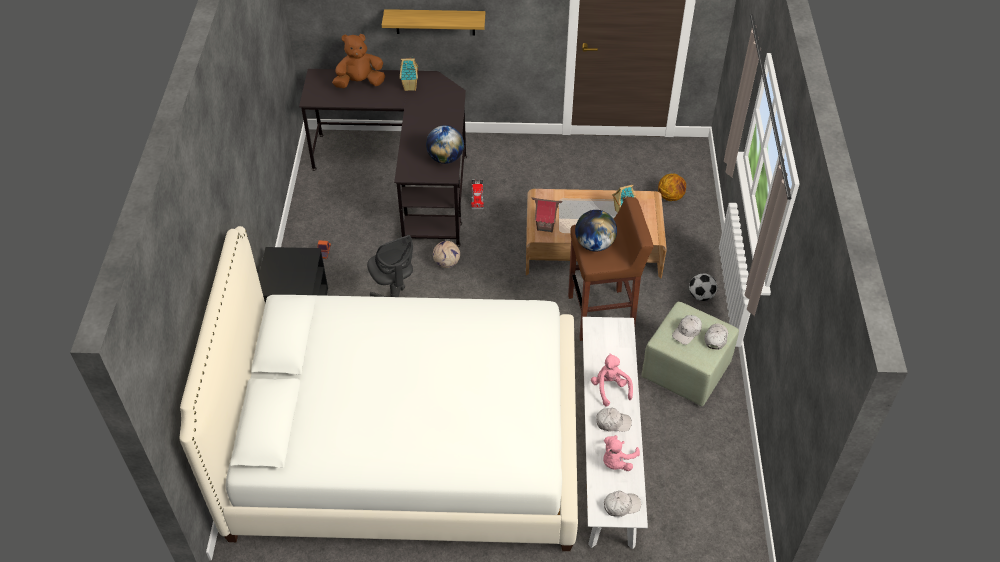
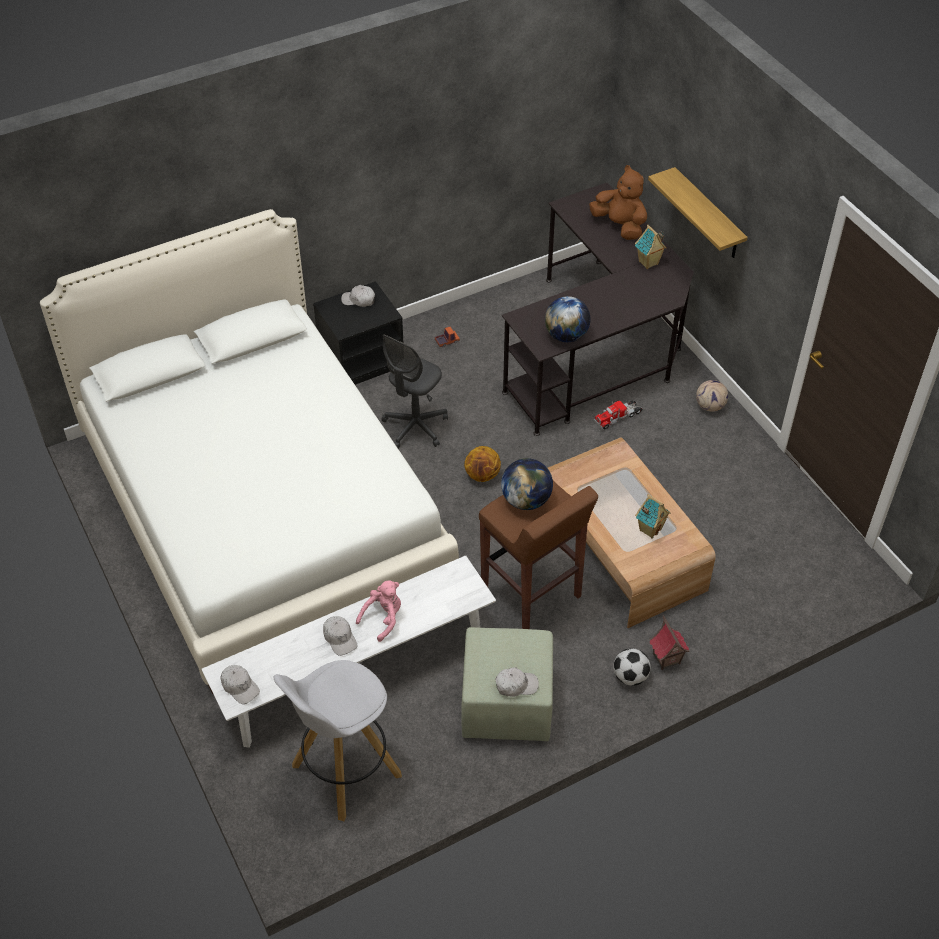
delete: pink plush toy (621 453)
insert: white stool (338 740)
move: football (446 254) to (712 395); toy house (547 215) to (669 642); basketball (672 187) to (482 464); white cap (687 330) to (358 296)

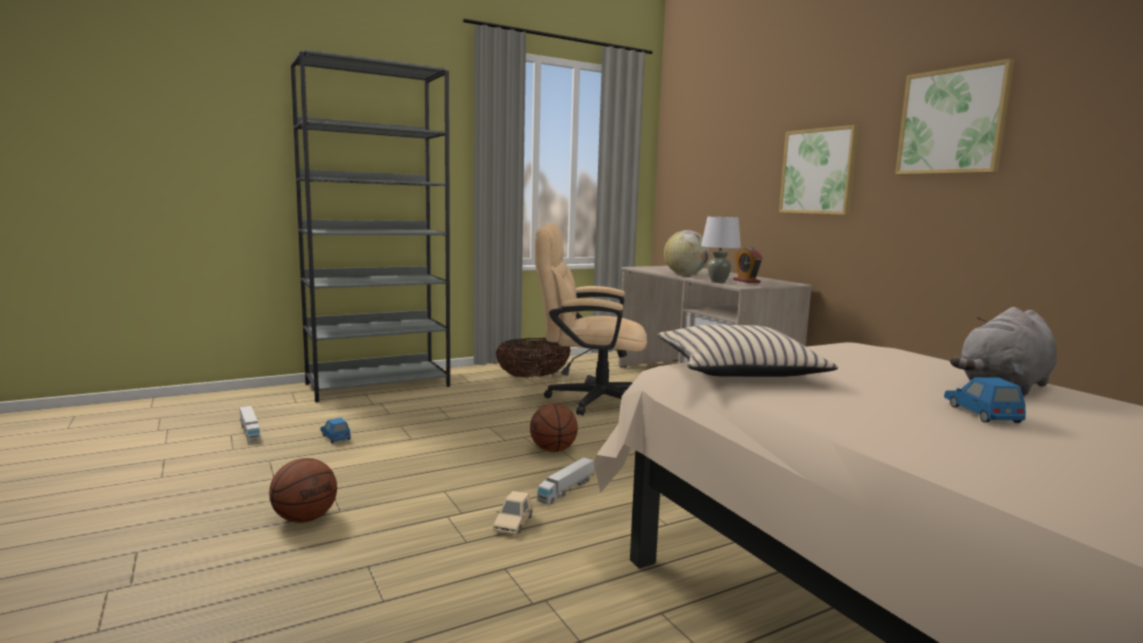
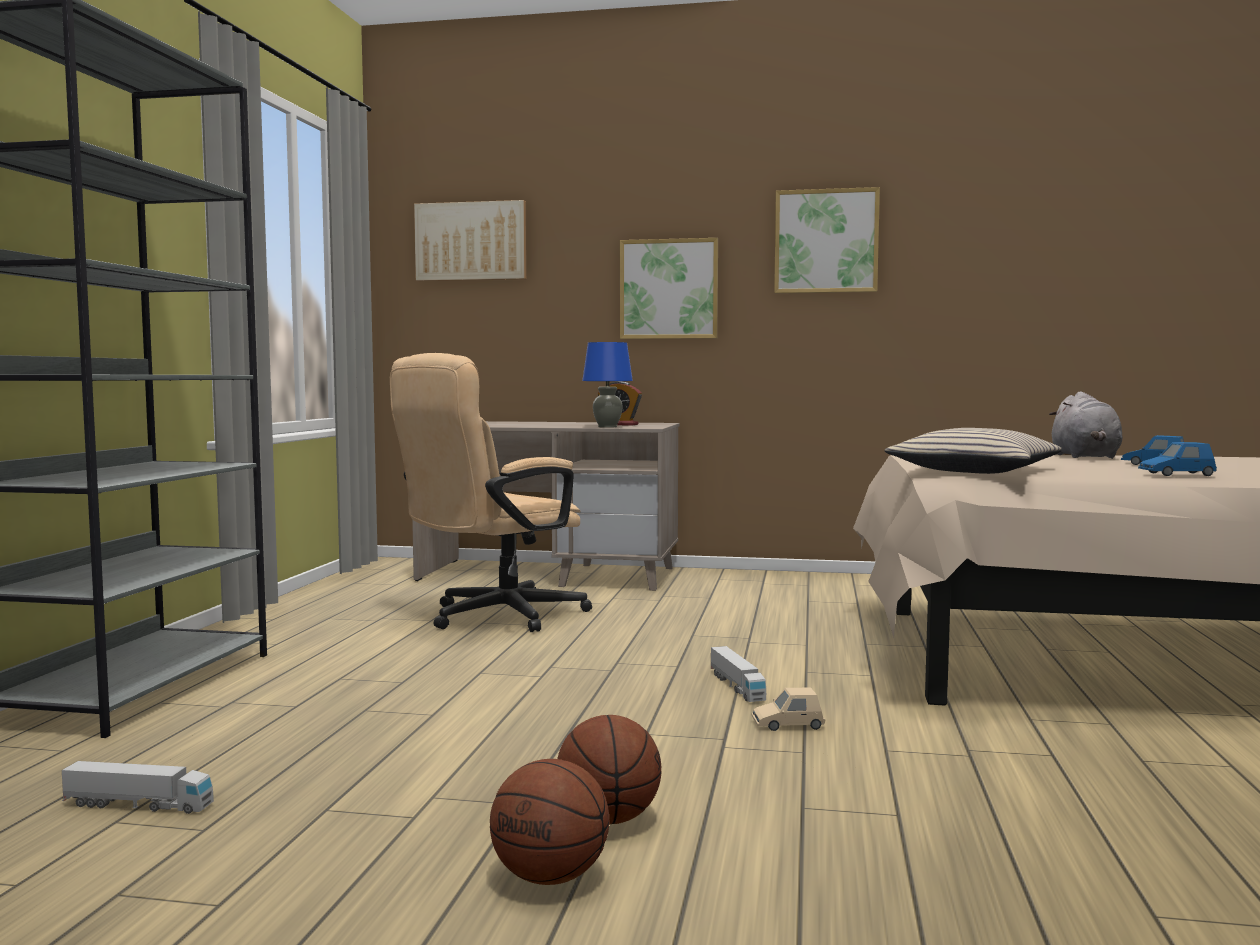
delete: basket (533 358); globe (686 252)
insert: picture (470 240)
move: blue toy car (335 430) to (1177 459); basketball (554 428) to (549 822)
recolor: grey table lamp (721 250) to blue table lamp (607 385)
rotate: beige toy car (513 512) = (788 709) 120 degrees clockwise

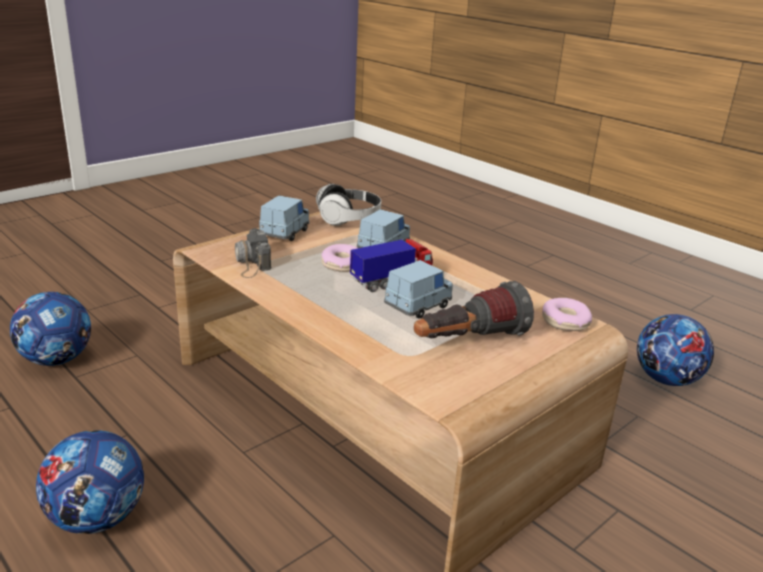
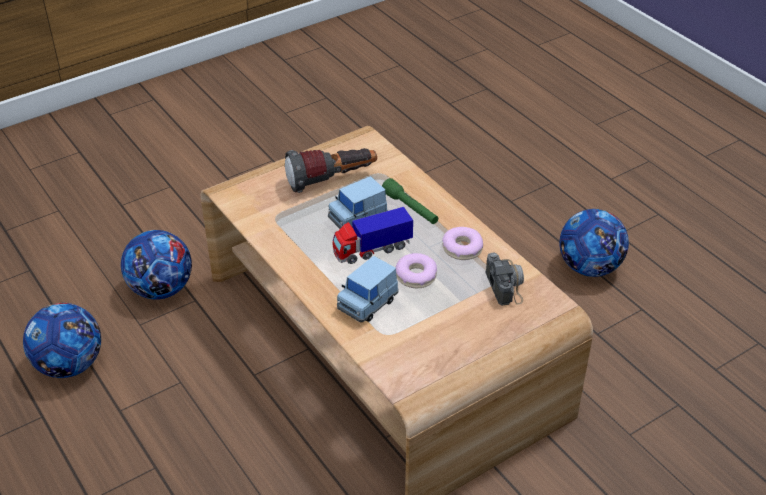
delete: blue toy car (284 218); headphones (348 205)
insert: green flashlight (410 201)
move: football (50 329) to (156 264); donut (567 314) to (462 243)

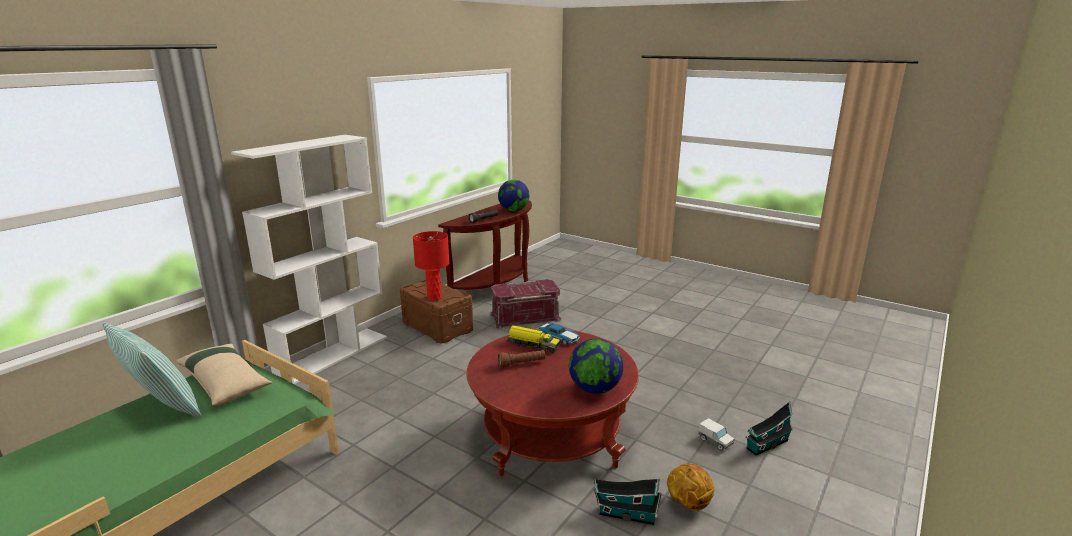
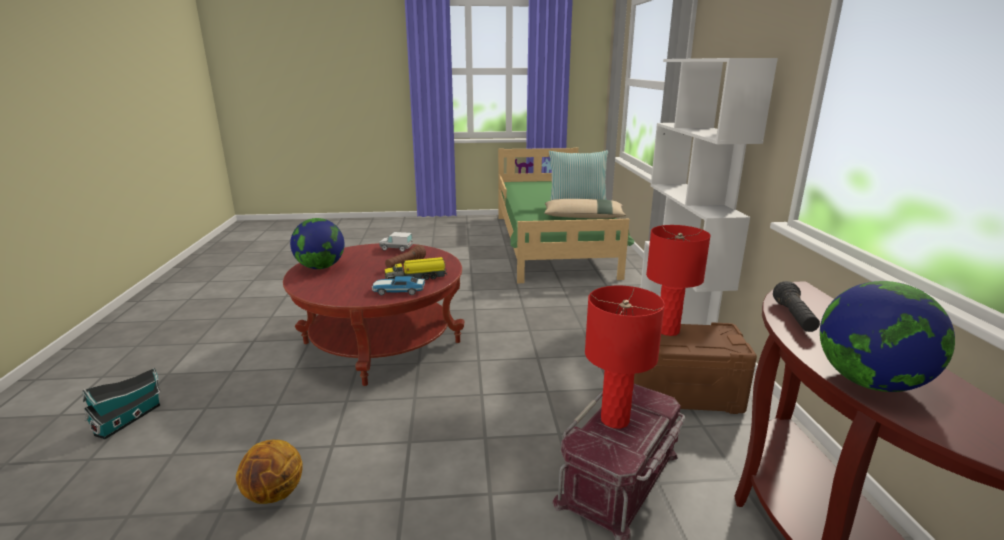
delete: toy house (627 501)
insert: red table lamp (625 357)
move: basketball (690 487) to (269 472); toy truck (716 434) to (395 242)

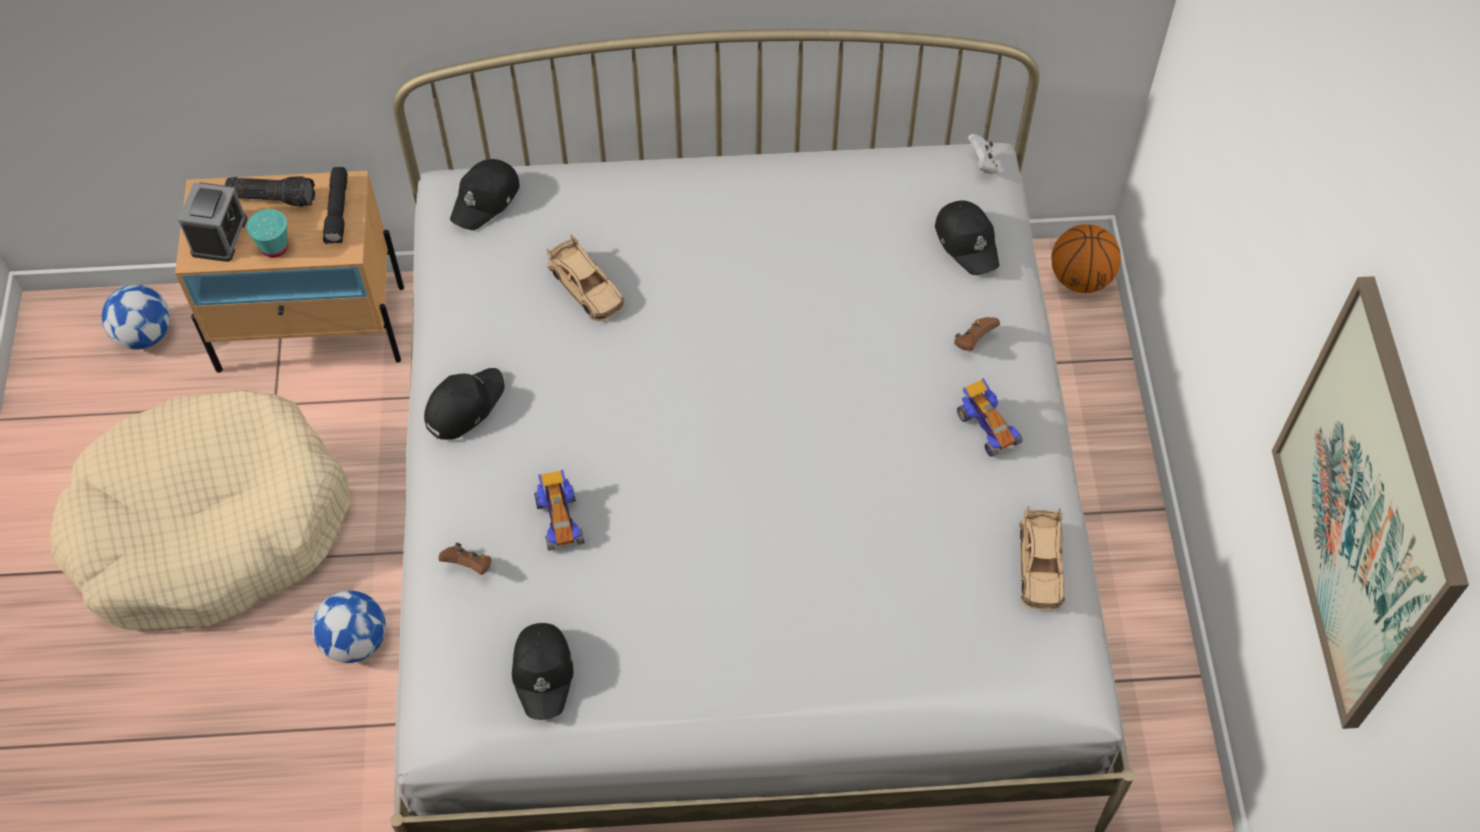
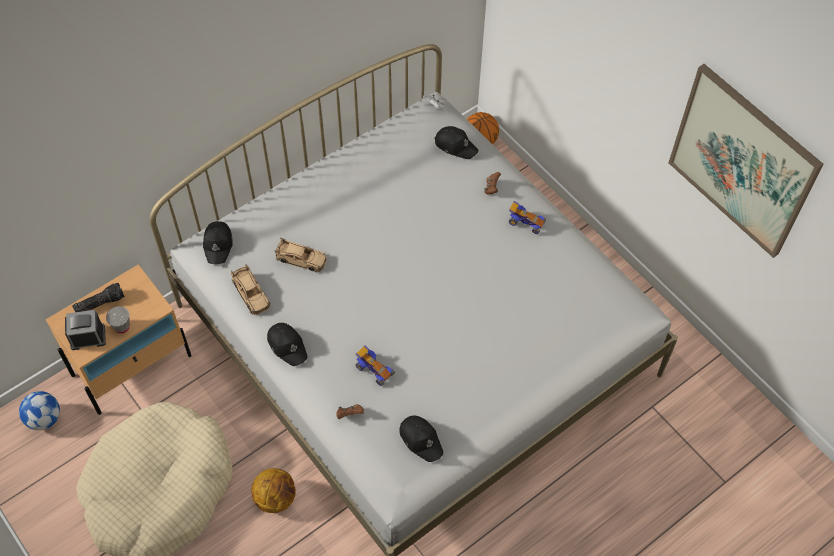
delete: black flashlight (335 205)
move: beige toy car (1042 558) to (251 289)
replace: football (349 627) to basketball (273 490)
recolor: turquoise cup (266 233) to grey cup (118 319)
rotate: alarm clock (212 222) = (85 330) 75 degrees counterclockwise; black cap (464 404) = (287 344) 135 degrees clockwise

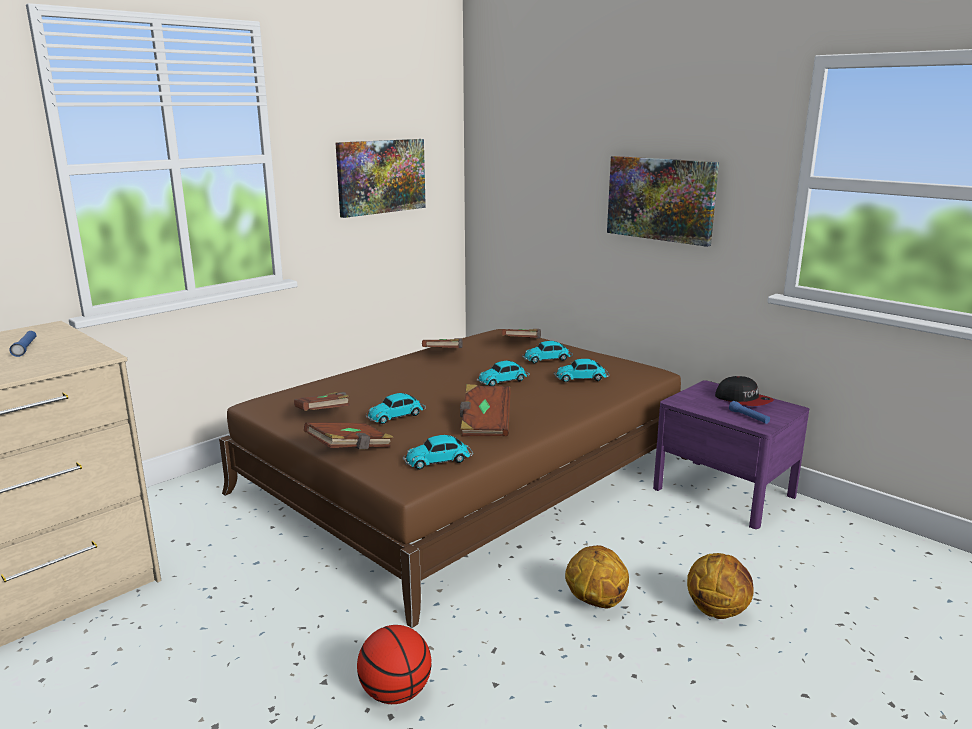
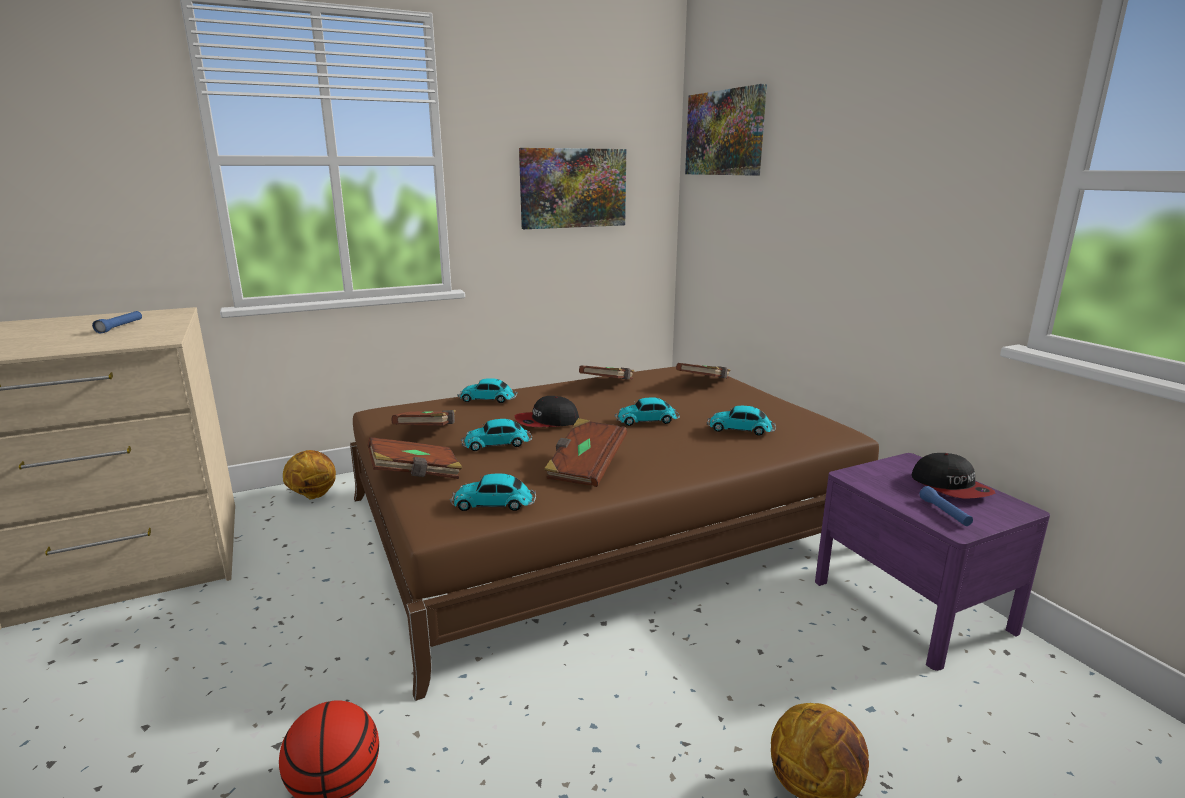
insert: cap (547 411)
move: toy car (547 352) to (487 390); basketball (597 577) to (309 474); picture (663 201) to (726 130)

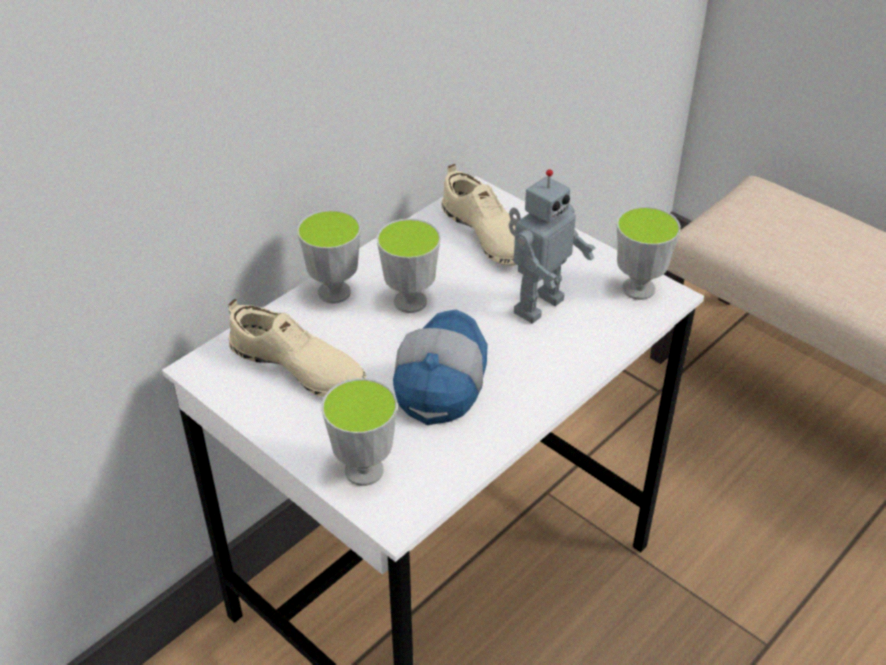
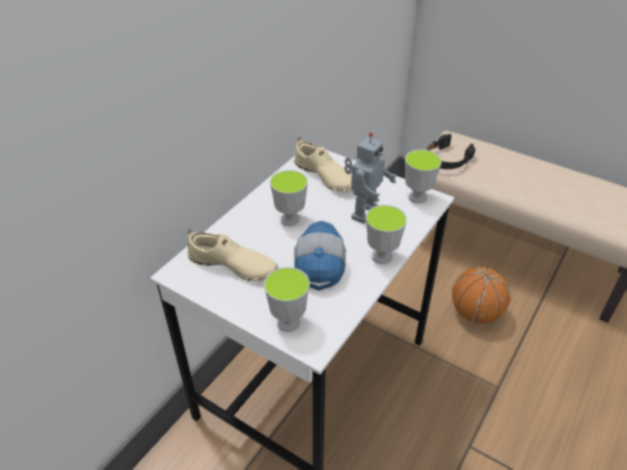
insert: black headphones (451 151); basketball (481 295)
move: cup (329 256) to (386 234)

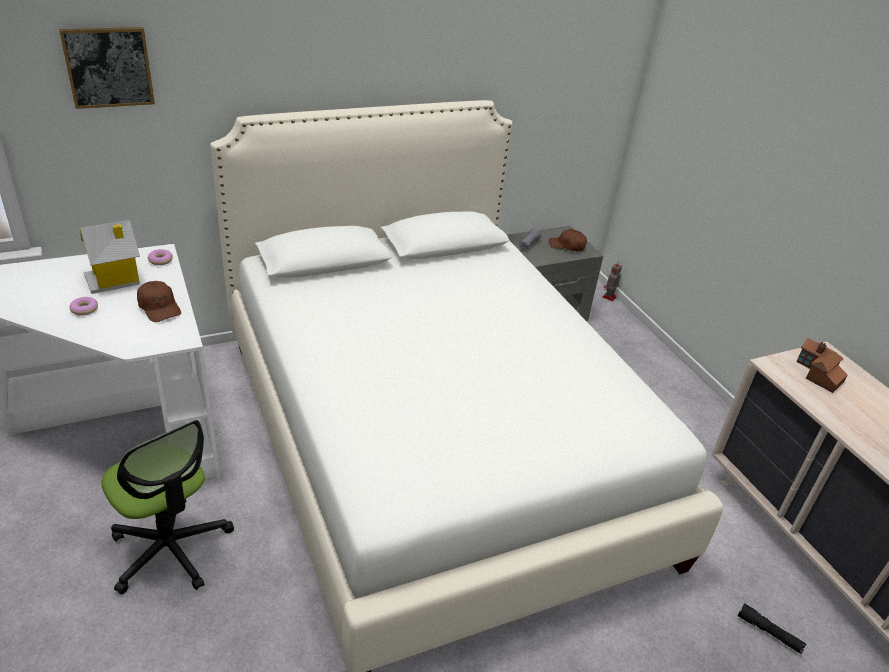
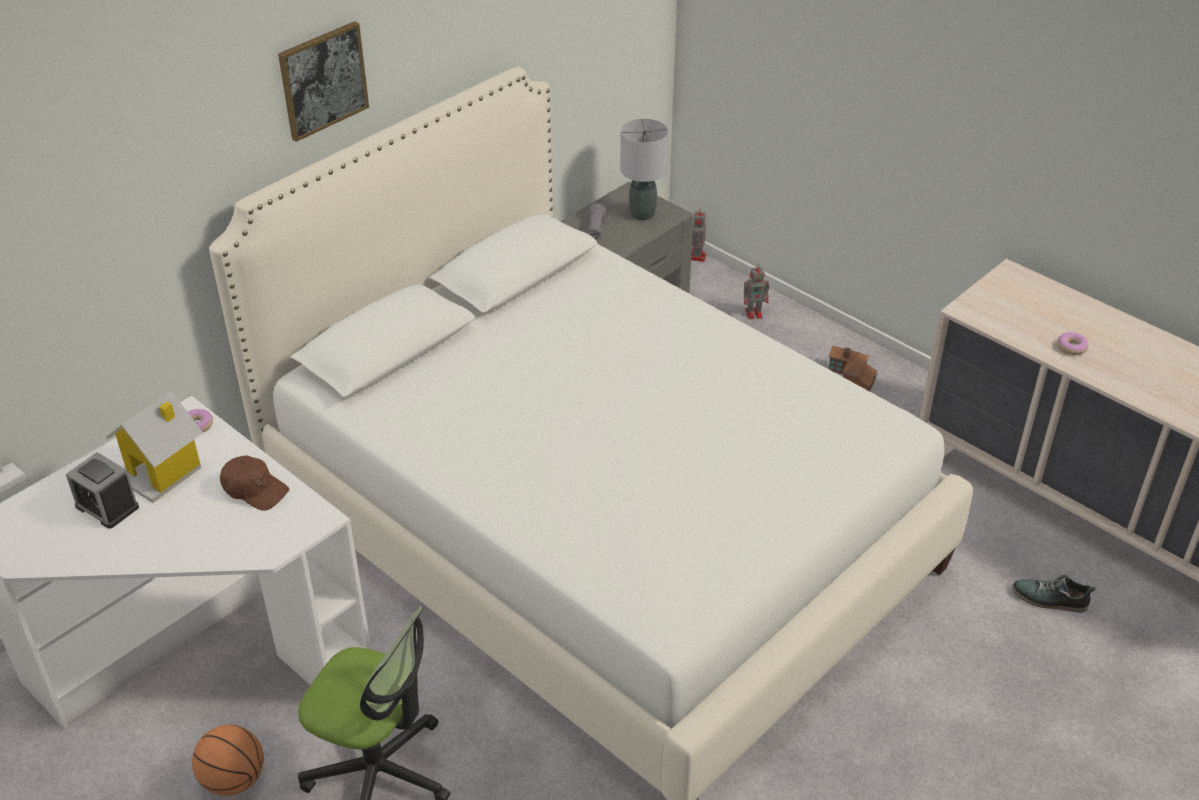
insert: alarm clock (102 490); basketball (228 760); toy robot (756 291)
move: picture (107 68) to (323 81); donut (84 306) to (1073 343); toy house (821 365) to (853 368)
replace: brown cap (568 240) to grey table lamp (644 169); black flashlight (772 628) to shoe (1054 594)

